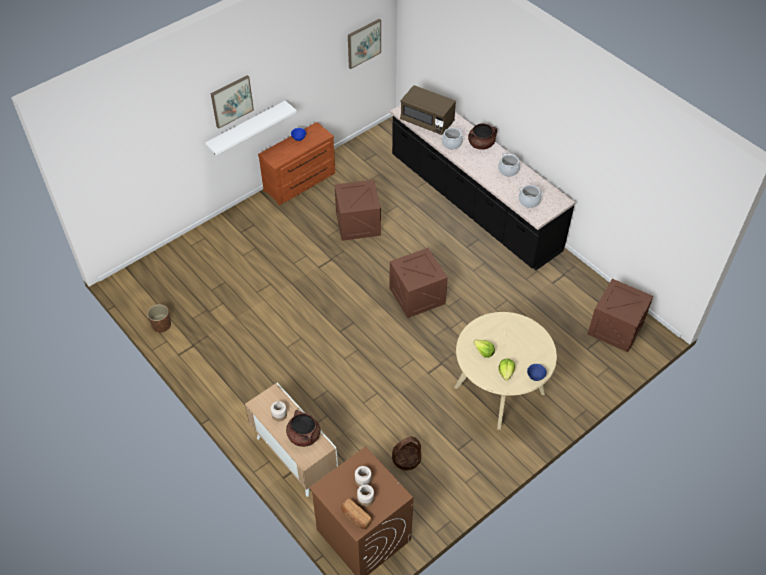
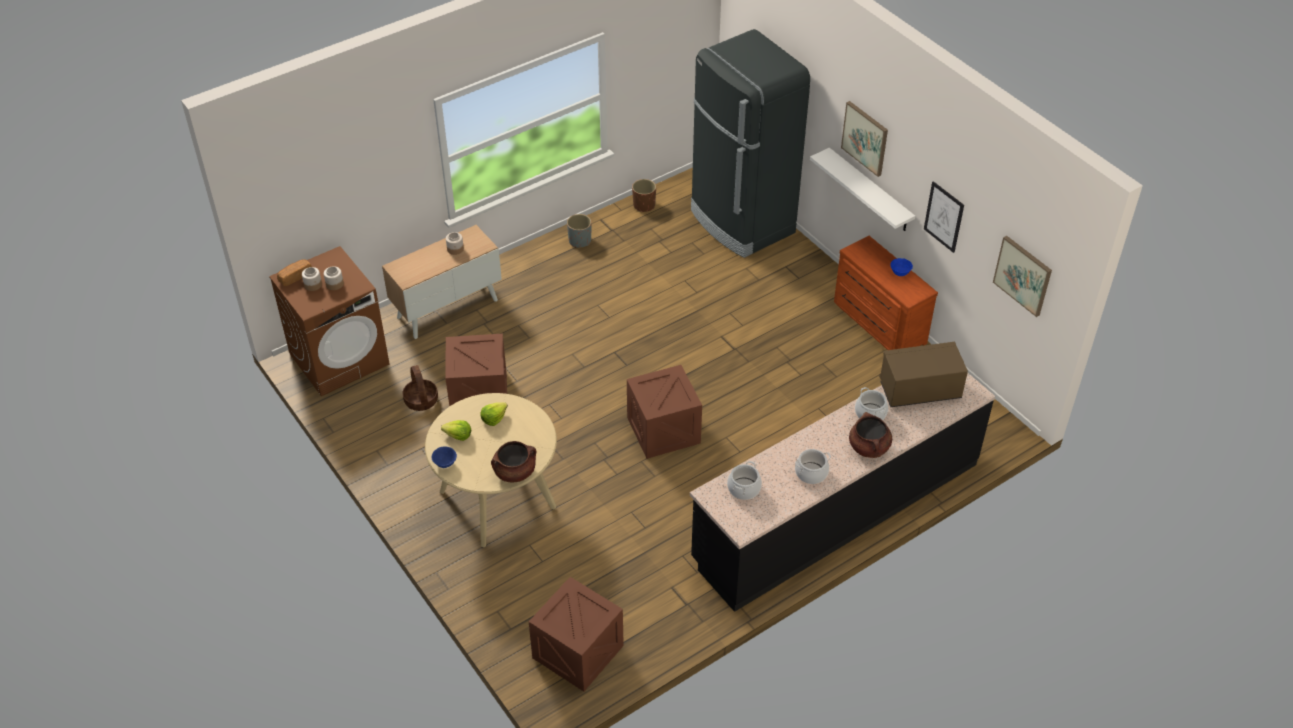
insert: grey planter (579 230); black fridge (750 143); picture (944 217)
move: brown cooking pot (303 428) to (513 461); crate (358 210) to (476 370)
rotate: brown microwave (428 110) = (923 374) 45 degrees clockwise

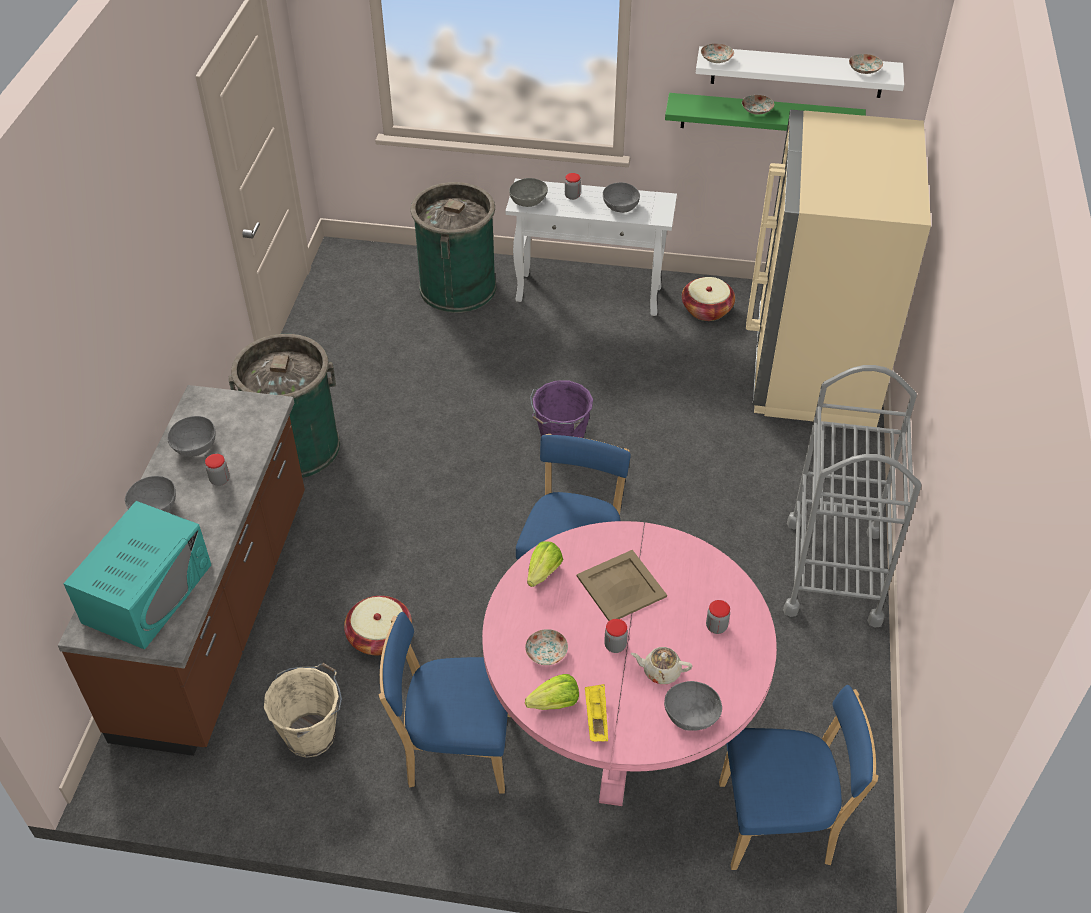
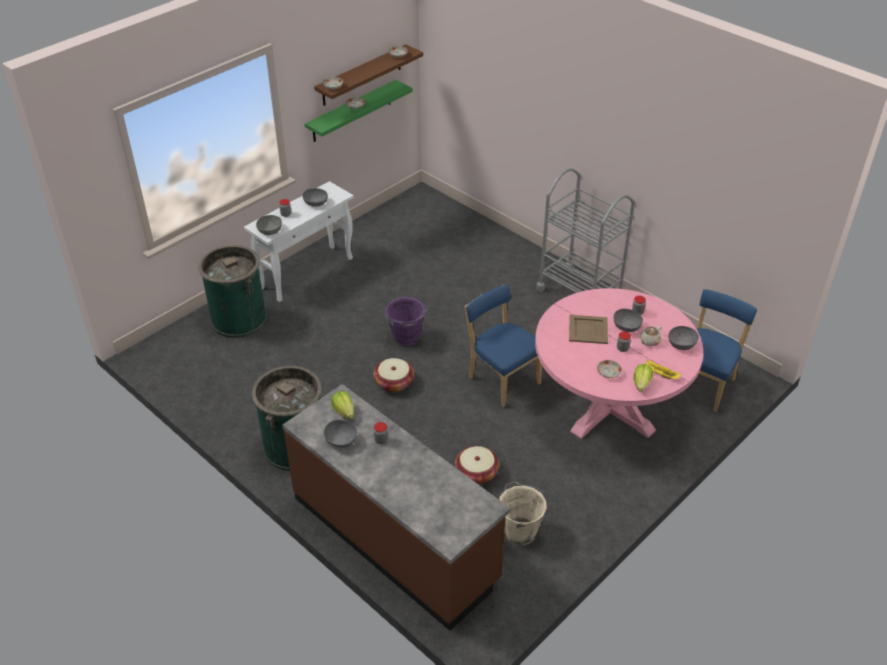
delete: turquoise microwave (137 575); blue chair (444 703); beige fridge (838 268)
move: grey bowl (150 494) to (628 320); lettuce (545 564) to (343 405); basket (708 299) to (394 375)
recolor: white shelf (800 72) to brown shelf (368 75)

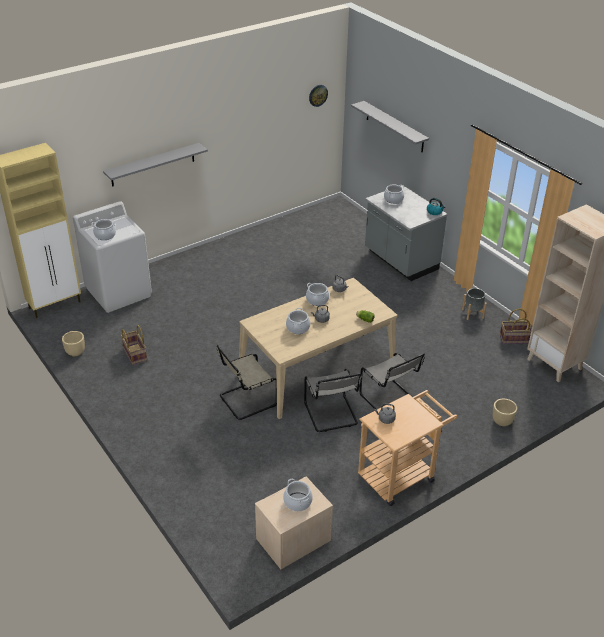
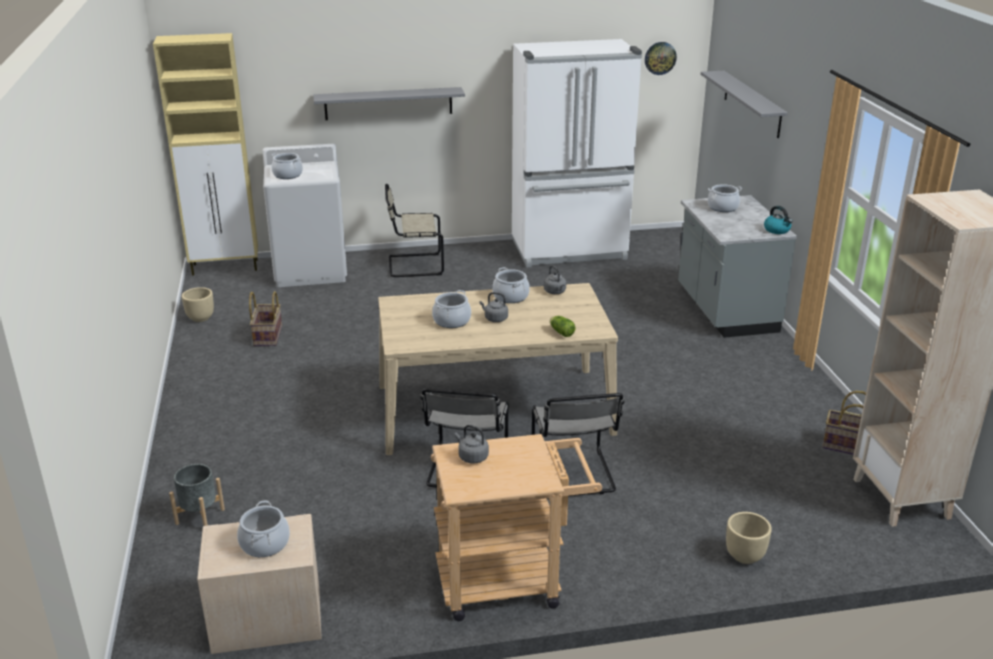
insert: white fridge (577 153)
move: beige chair (247 382) to (414 230); grey planter (474 304) to (197 495)

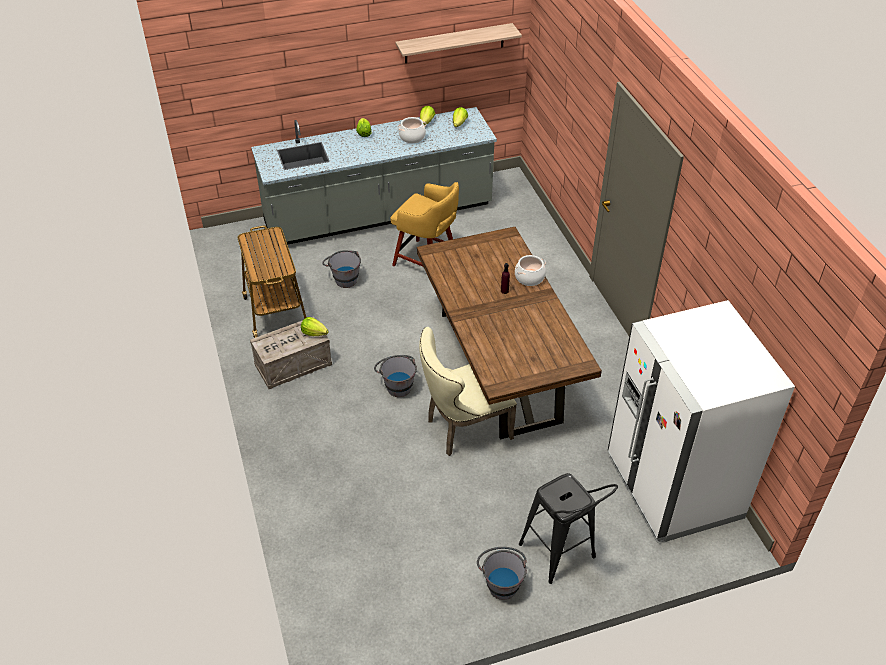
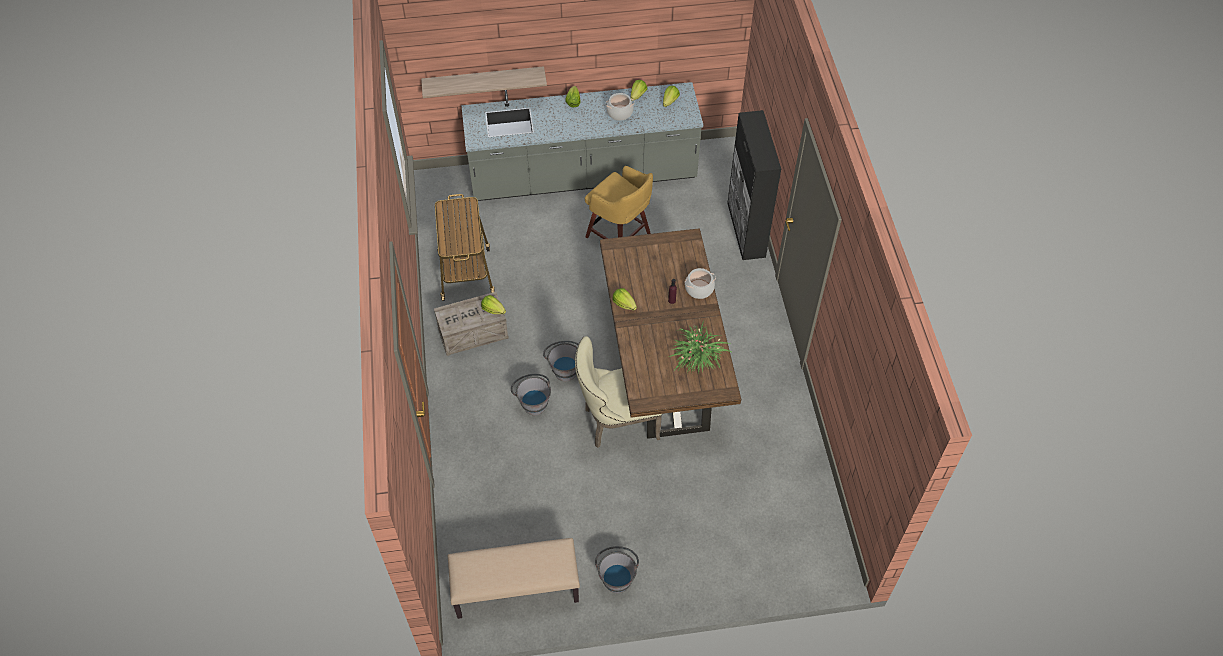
delete: black stool (568 528); white fridge (701 421)
insert: beige bench (514 578); lettuce (625 299); potted plant (701 348); black cabinet (754 185)
move: grey bucket (341 269) to (531 395); shelf (458 43) to (484 82)

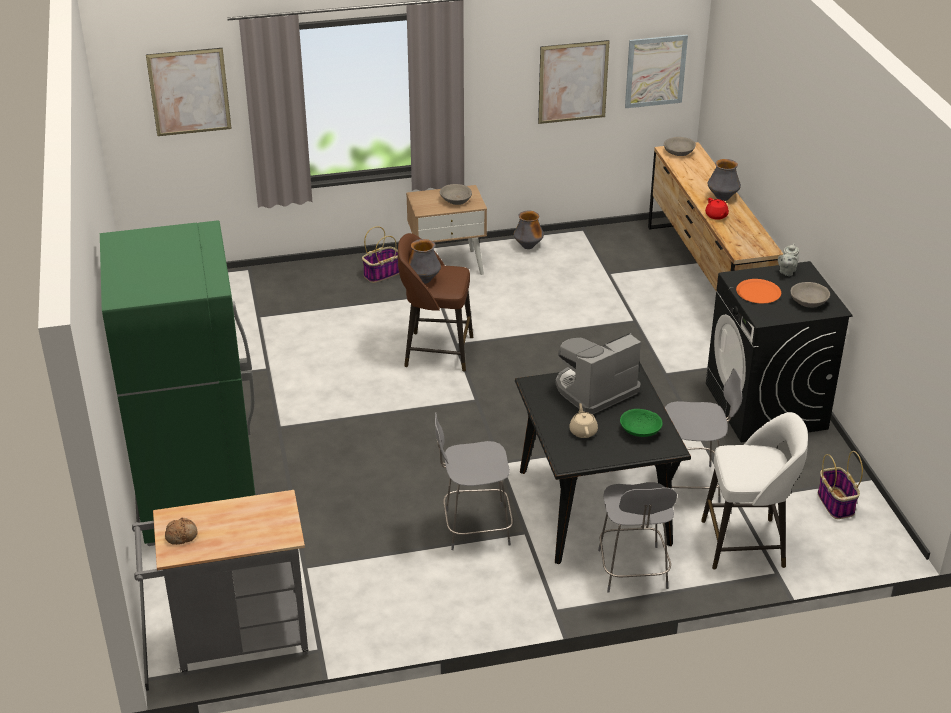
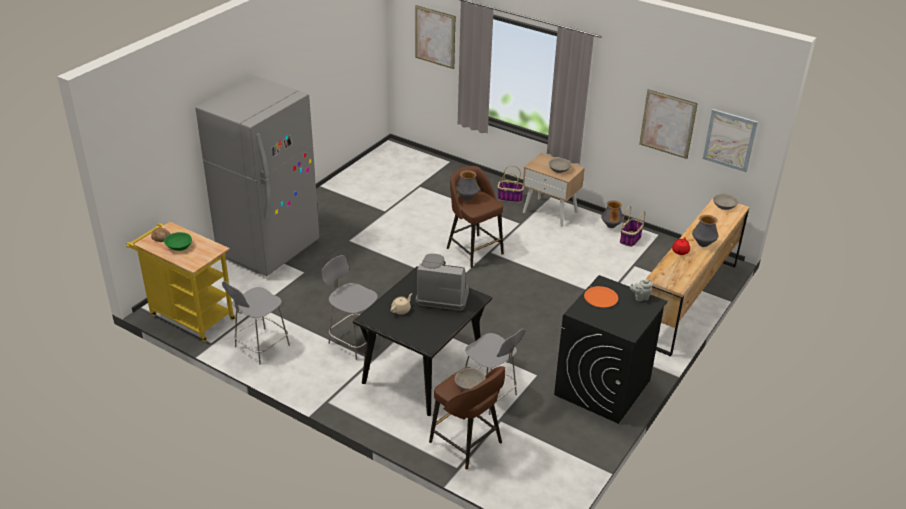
move: grey chair (637 537) to (256 322); green bowl (641 423) to (178 241); grey bowl (810 295) to (470 379); basket (840 485) to (632 226)
recolor: green fridge (177 383) to grey fridge (257 176); grey cart (220 582) to yellow cart (180 282); white stool (754 491) to brown stool (467 418)

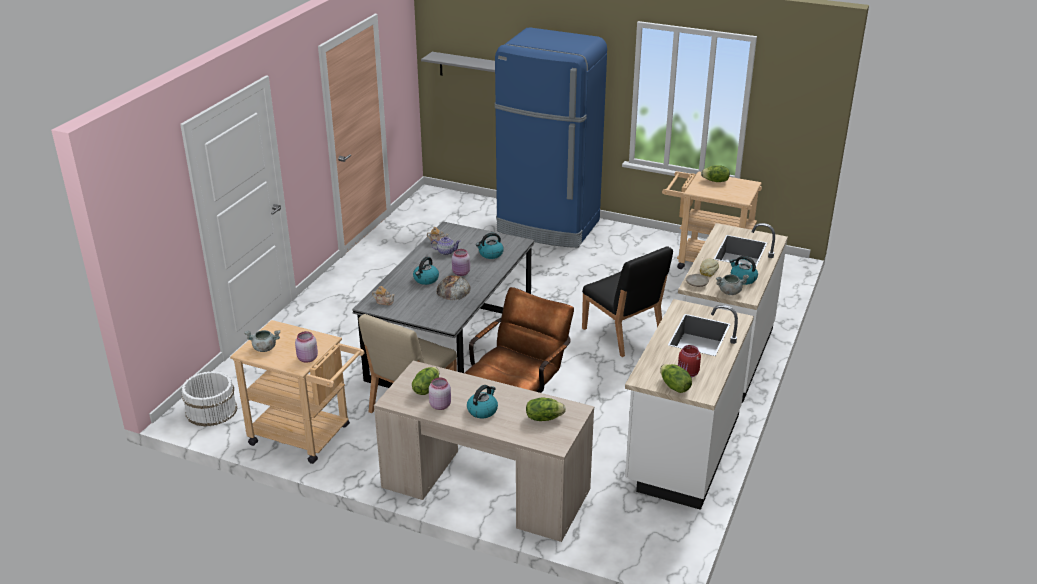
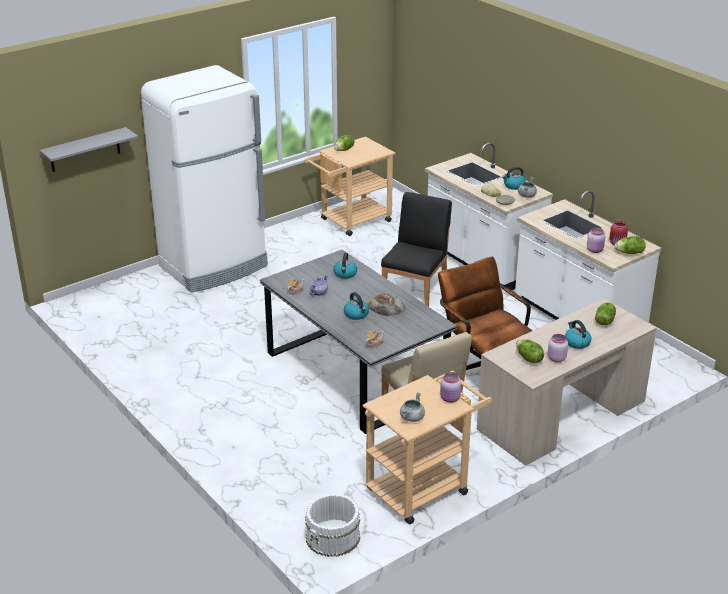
move: pink jar (461 262) to (596 240)
recolor: blue fridge (550 138) to white fridge (204 178)
rotate: black chair (627 301) = (416 249) 60 degrees counterclockwise

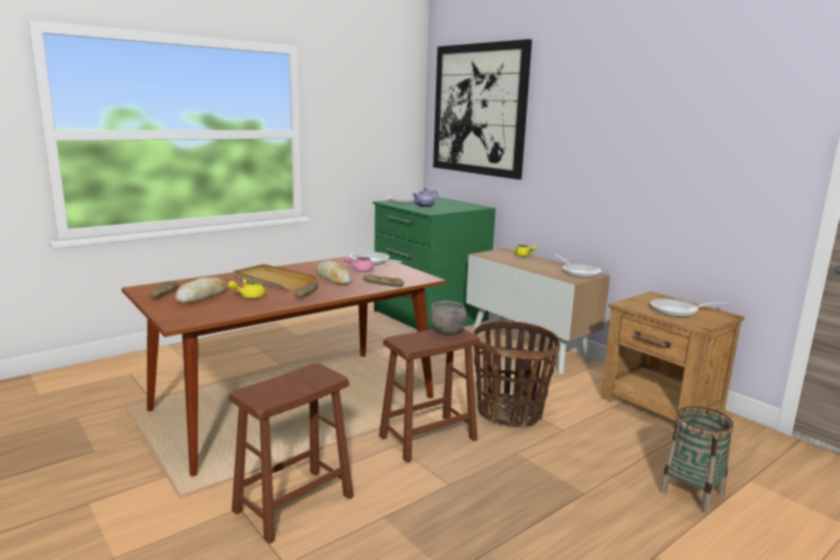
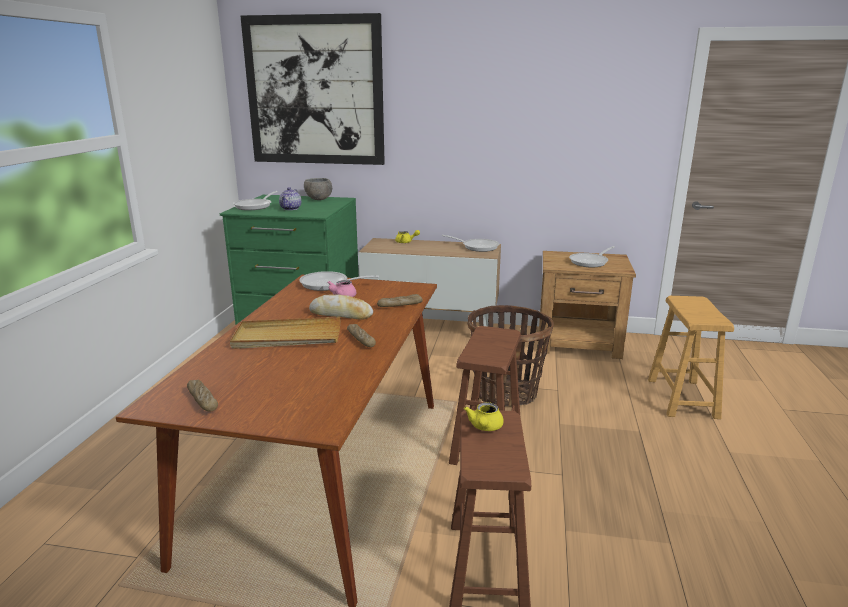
delete: bread (201 290)
move: yellow teapot (247 289) to (484 416); grey bowl (448 317) to (318 189)
replace: basket (697 459) to brown stool (691 357)

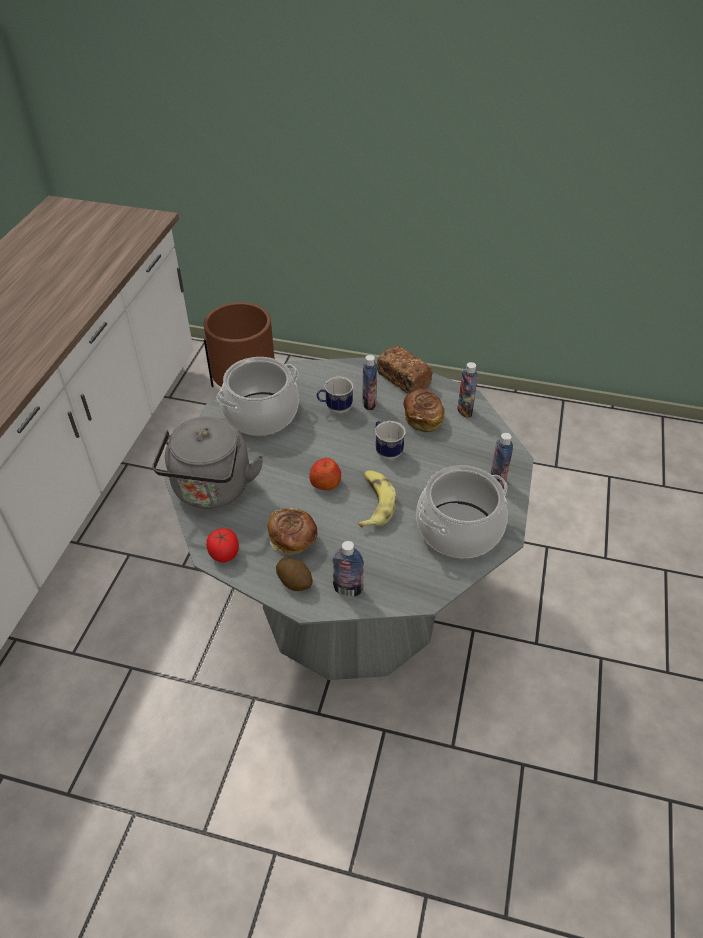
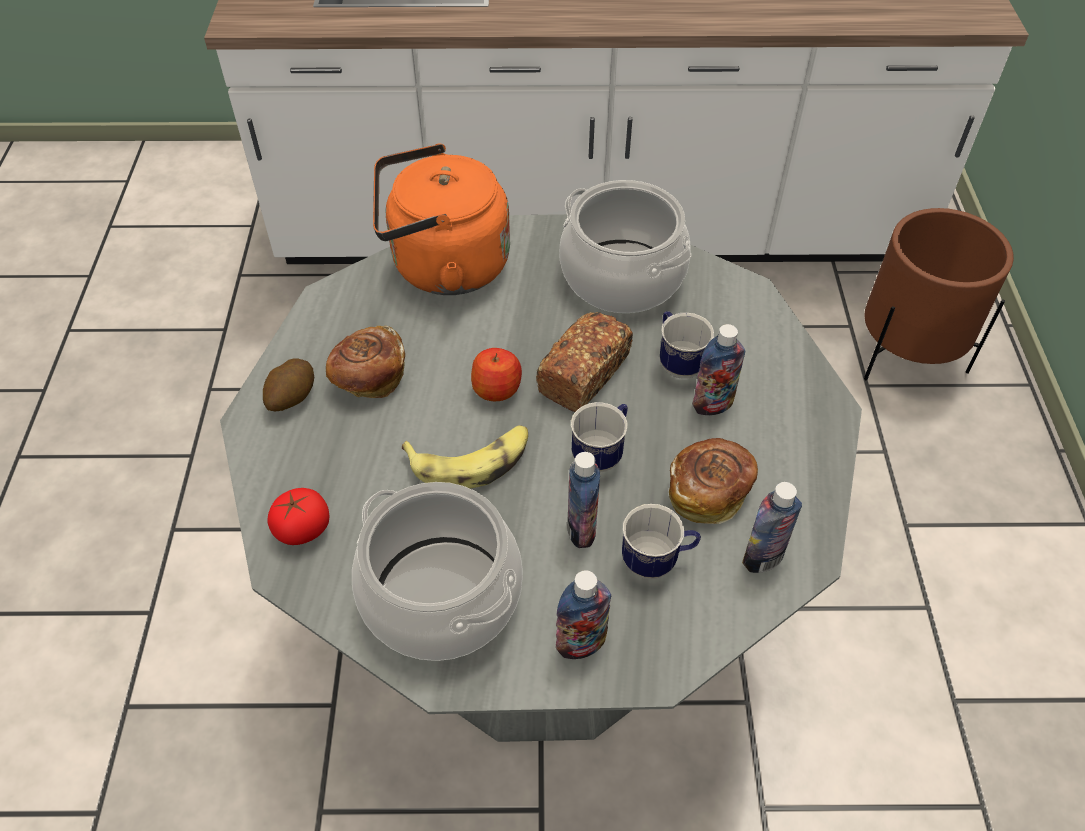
insert: mug (661 541)
move: tomato (222 545) to (298 516); bottle (348 569) to (583 500); bread (405 370) to (584 362)
recolor: grey kettle (208 462) to orange kettle (441 219)

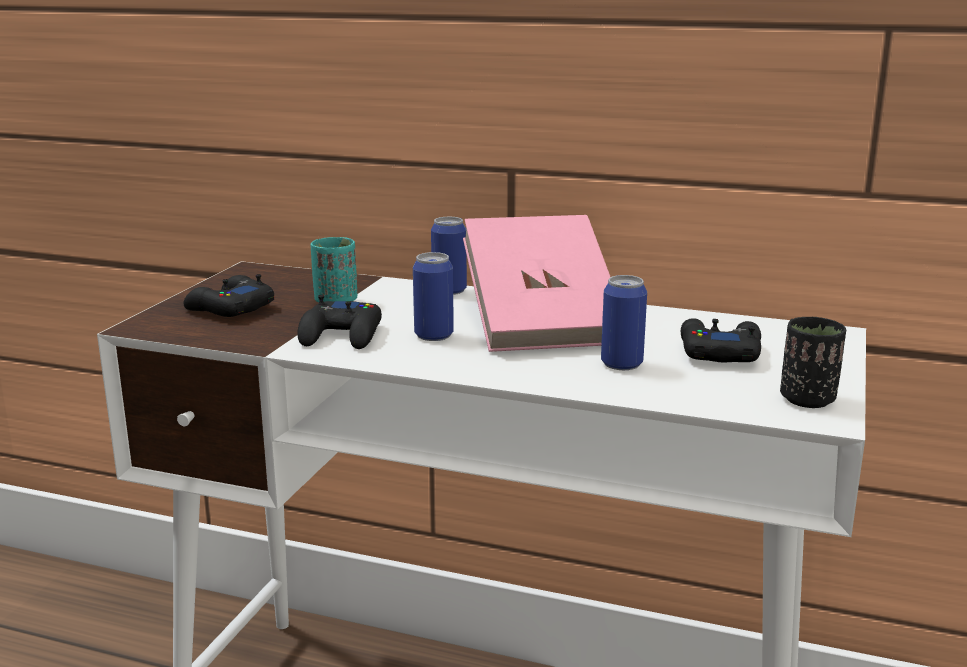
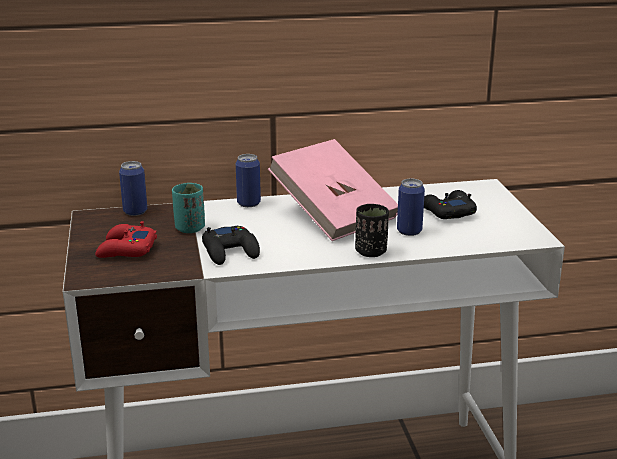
move: can (433 296) to (133 188); black cup (813 362) to (372 230)
recolor: black game controller (228 295) to red game controller (126 239)

